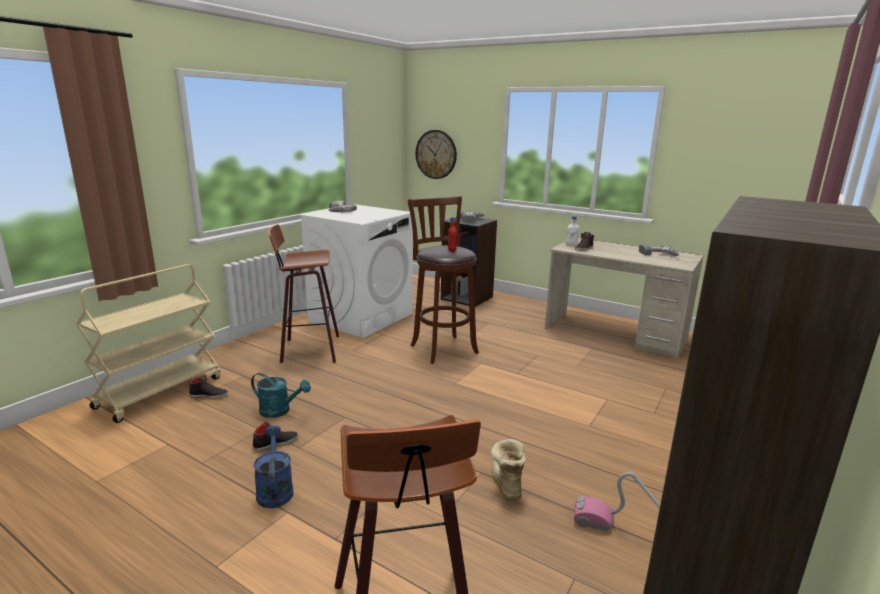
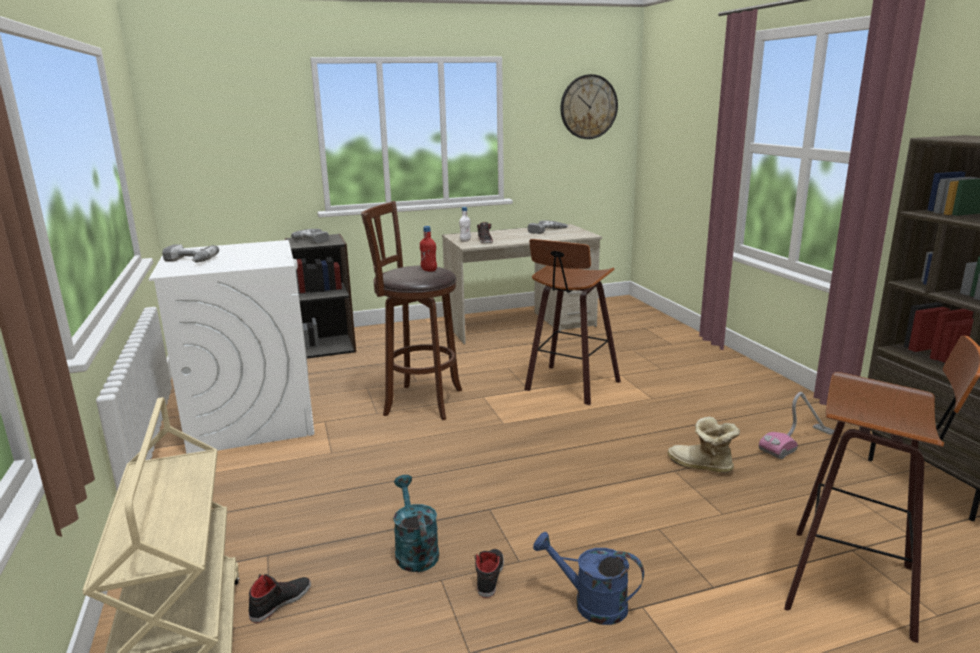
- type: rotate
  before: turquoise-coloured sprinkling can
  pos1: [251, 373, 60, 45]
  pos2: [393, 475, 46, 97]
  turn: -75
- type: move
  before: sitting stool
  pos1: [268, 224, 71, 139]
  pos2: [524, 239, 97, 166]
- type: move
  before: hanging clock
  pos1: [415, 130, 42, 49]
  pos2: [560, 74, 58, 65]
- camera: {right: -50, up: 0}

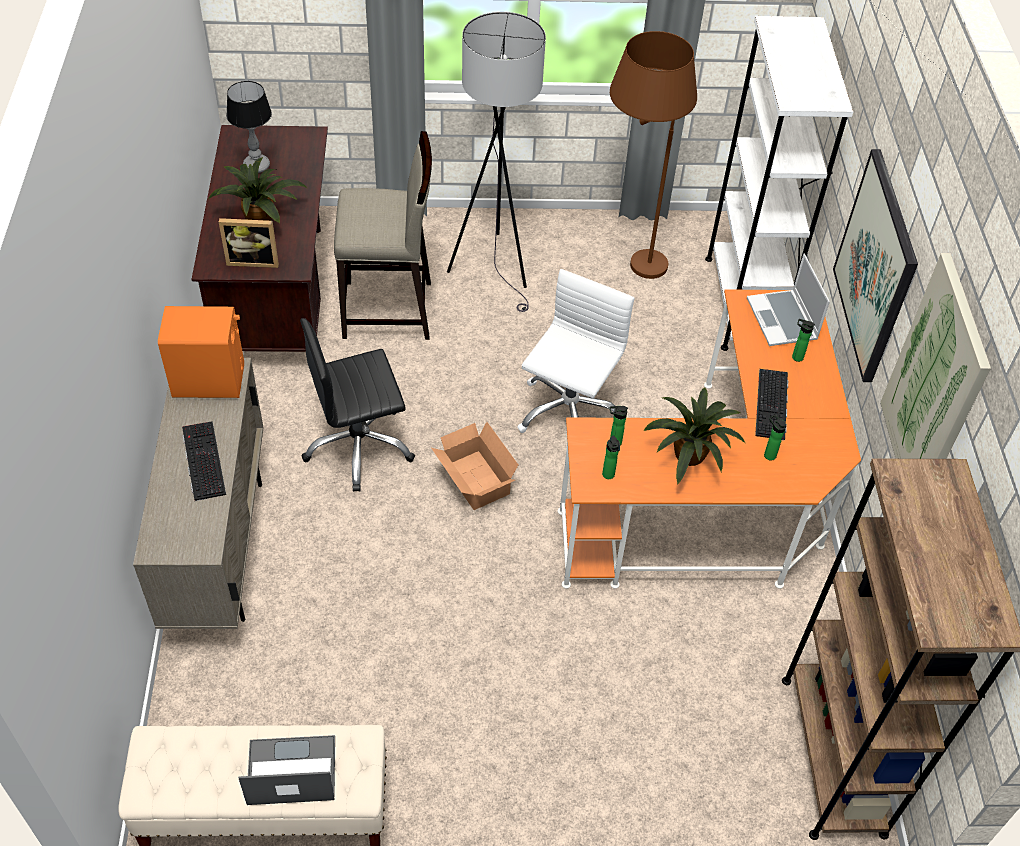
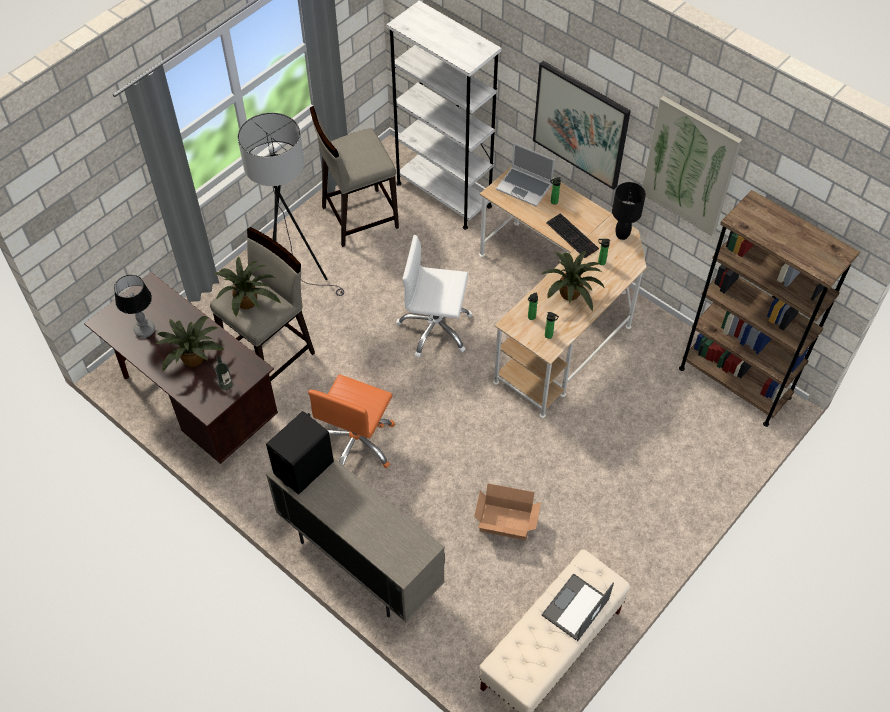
- type: recolor
  before: orangey audio speaker
  after: black audio speaker
  pos1: [158, 306, 86, 92]
  pos2: [266, 411, 68, 83]
- type: delete
  before: PC keyboard
  pos1: [182, 421, 44, 80]
- type: replace
  before: picture frame
  after: drink bottle
  pos1: [219, 218, 60, 50]
  pos2: [215, 356, 18, 34]
- type: recolor
  before: black computer chair
  after: orangey computer chair
  pos1: [300, 318, 115, 174]
  pos2: [308, 374, 87, 94]
- type: move
  before: packing box
  pos1: [431, 422, 87, 88]
  pos2: [474, 483, 67, 57]
- type: rotate
  before: white-coloured computer chair
  pos1: [517, 269, 117, 164]
  pos2: [396, 235, 77, 123]
  turn: -60
- type: recolor
  before: orangey desk table
  after: beige-coloured desk table
  pos1: [557, 289, 304, 300]
  pos2: [479, 166, 168, 252]
- type: replace
  before: brown-coloured standing lamp
  after: beige-coloured sitting stool
  pos1: [610, 31, 87, 248]
  pos2: [310, 106, 89, 141]
- type: insert
  after: potted plant
  pos2: [214, 257, 67, 59]
- type: insert
  after: black tabletop lamp
  pos2: [612, 182, 34, 58]
- camera: {right: -45, up: 5}

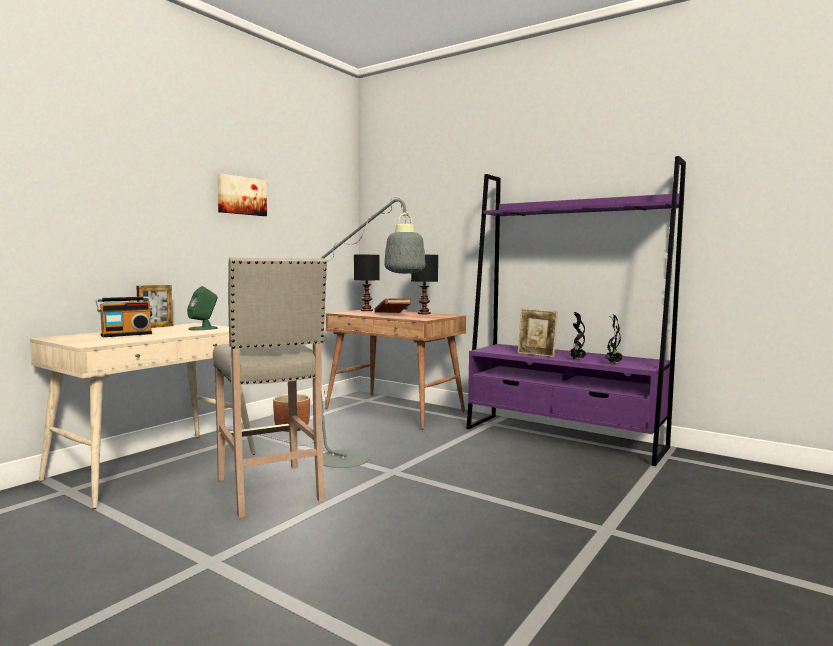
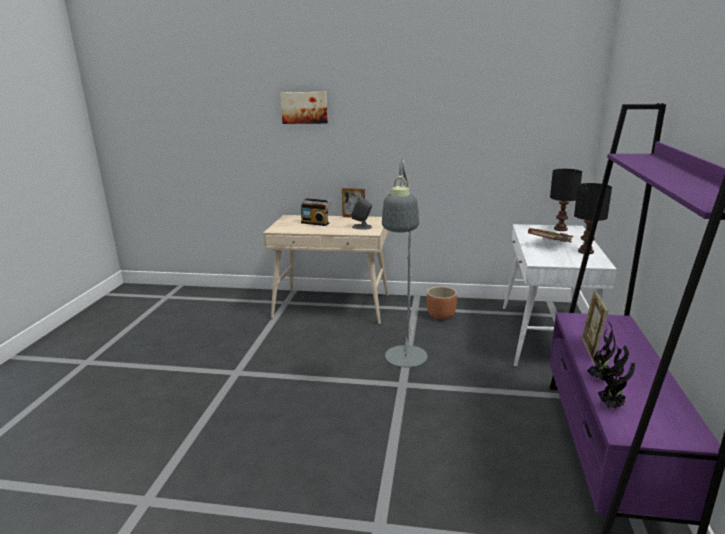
- type: recolor
  before: greenish audio speaker
  after: grey audio speaker
  pos1: [187, 286, 31, 45]
  pos2: [351, 197, 21, 33]
- type: delete
  before: beige-coloured sitting stool
  pos1: [213, 257, 114, 261]
- type: move
  before: picture
  pos1: [217, 173, 50, 43]
  pos2: [280, 92, 48, 32]
- type: recolor
  before: brown-coloured desk table
  after: white-coloured desk table
  pos1: [325, 309, 141, 120]
  pos2: [503, 224, 114, 142]
- camera: {right: 65, up: 15}

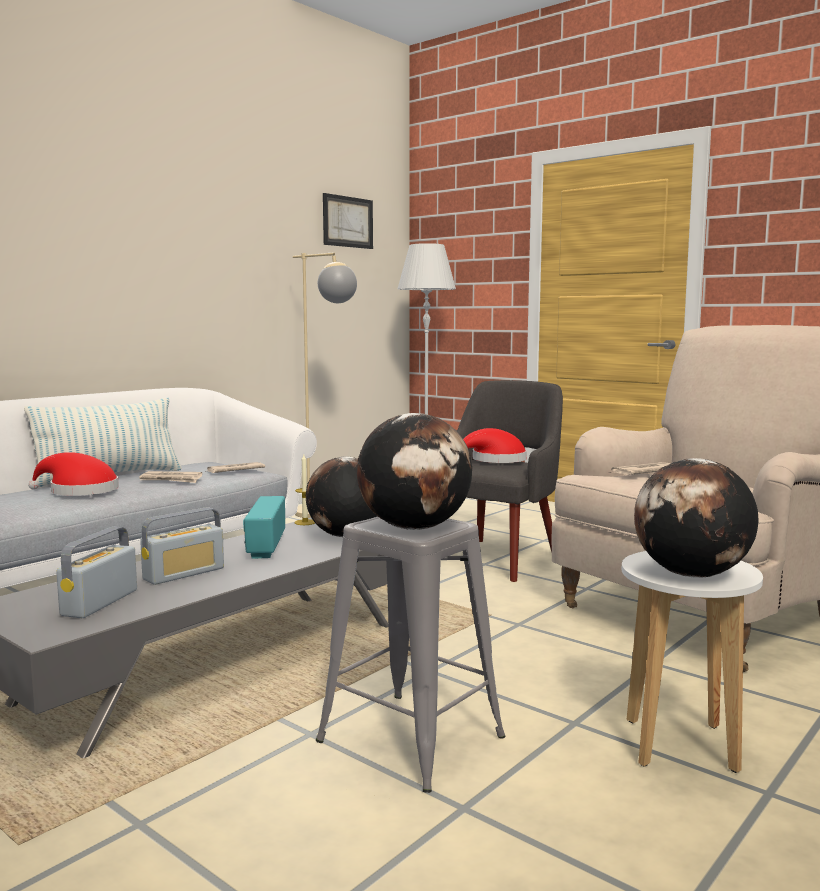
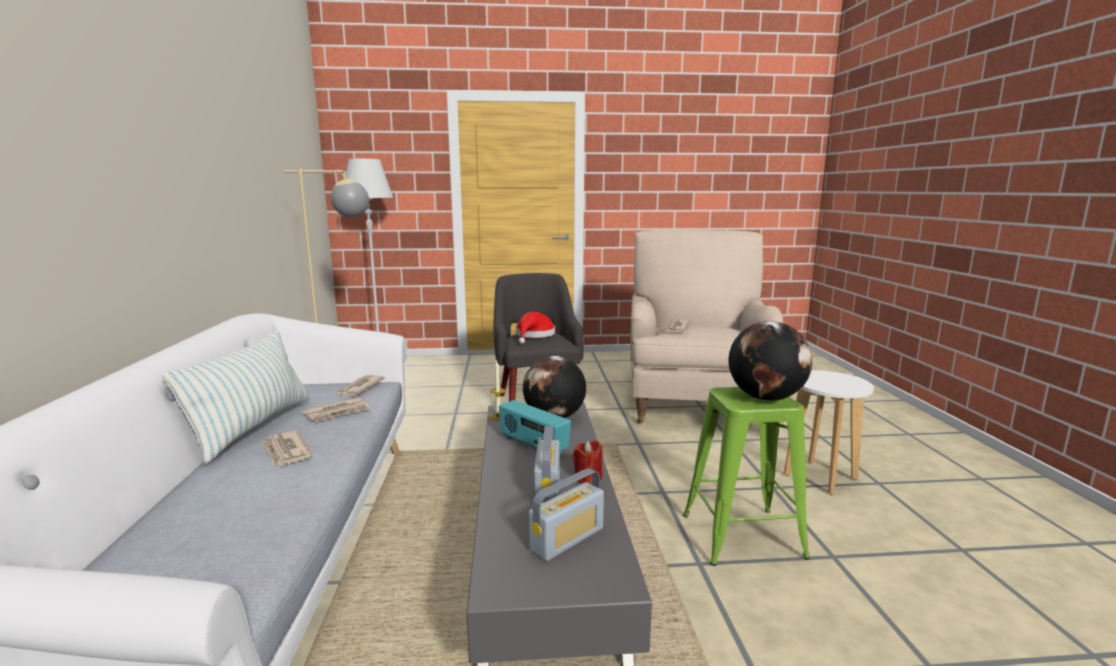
- type: replace
  before: reddish hat
  after: newspaper
  pos1: [28, 452, 91, 44]
  pos2: [261, 430, 51, 39]
- type: rotate
  before: radio set
  pos1: [56, 526, 81, 92]
  pos2: [529, 468, 75, 93]
  turn: -105
- type: recolor
  before: grey sitting stool
  after: greenish sitting stool
  pos1: [316, 517, 189, 276]
  pos2: [683, 387, 127, 179]
- type: delete
  before: picture
  pos1: [323, 193, 50, 56]
- type: delete
  before: desk globe
  pos1: [634, 458, 125, 120]
- type: insert
  after: reddish wax candle
  pos2: [572, 440, 31, 44]
- camera: {right: -45, up: 5}

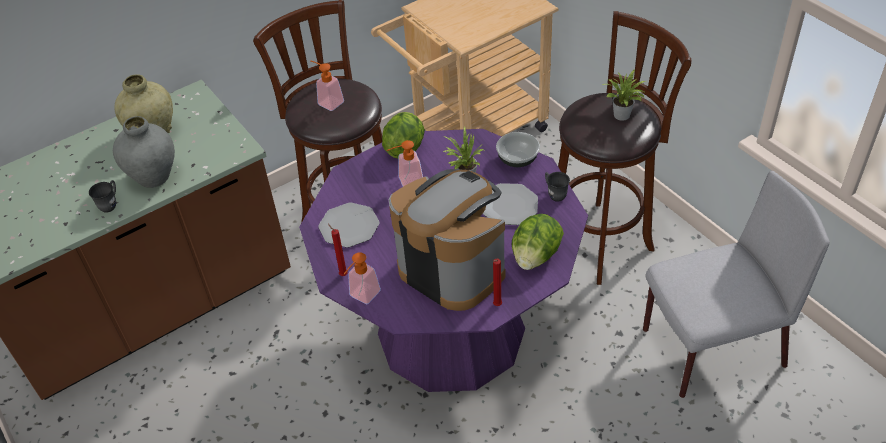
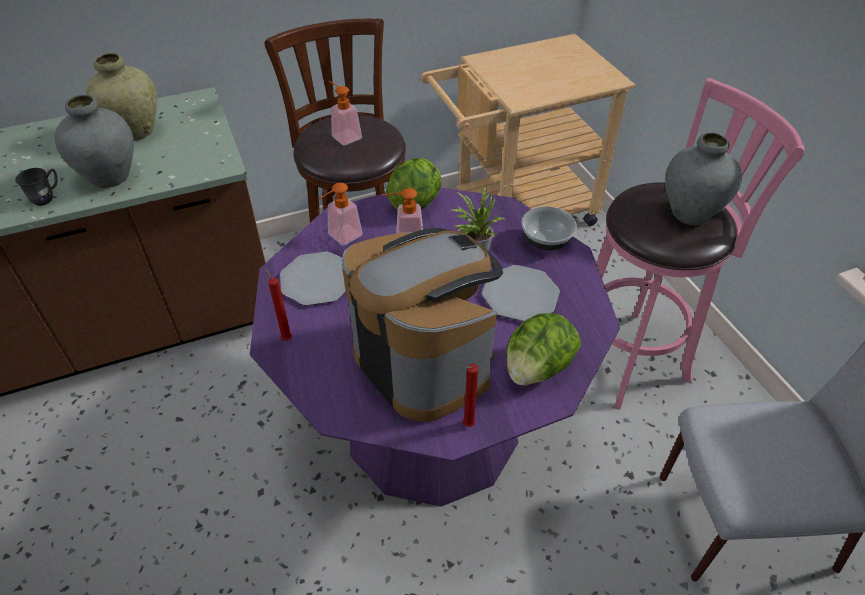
- type: move
  before: soap bottle
  pos1: [344, 252, 37, 52]
  pos2: [318, 183, 45, 63]
- type: delete
  before: grey coffee mug
  pos1: [545, 172, 25, 30]
- type: recolor
  before: brown-coloured sitting stool
  after: pink sitting stool
  pos1: [558, 11, 134, 274]
  pos2: [596, 78, 209, 332]
- type: replace
  before: potted plant
  after: grey decorative vase
  pos1: [602, 69, 46, 52]
  pos2: [665, 132, 77, 93]
- camera: {right: 10, up: 0}

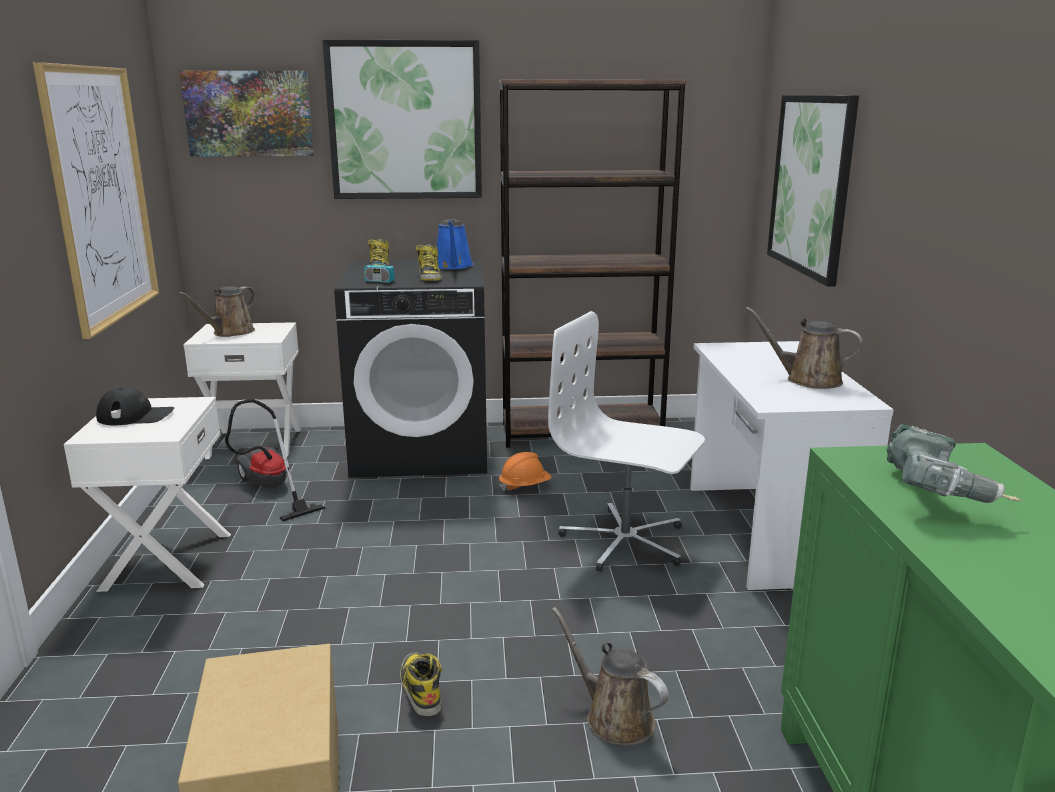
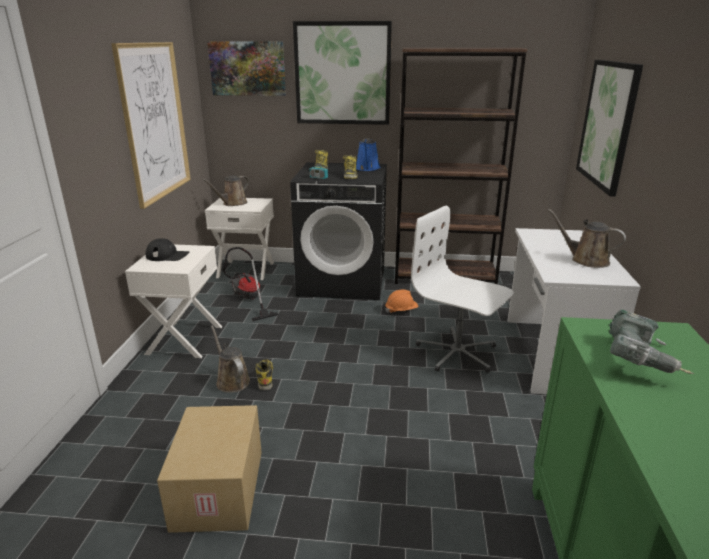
- type: move
  before: tall boot
  pos1: [400, 653, 42, 63]
  pos2: [256, 359, 17, 31]
- type: move
  before: brown-coloured sprinkling can
  pos1: [552, 607, 117, 138]
  pos2: [211, 325, 39, 68]
- camera: {right: 10, up: 5}

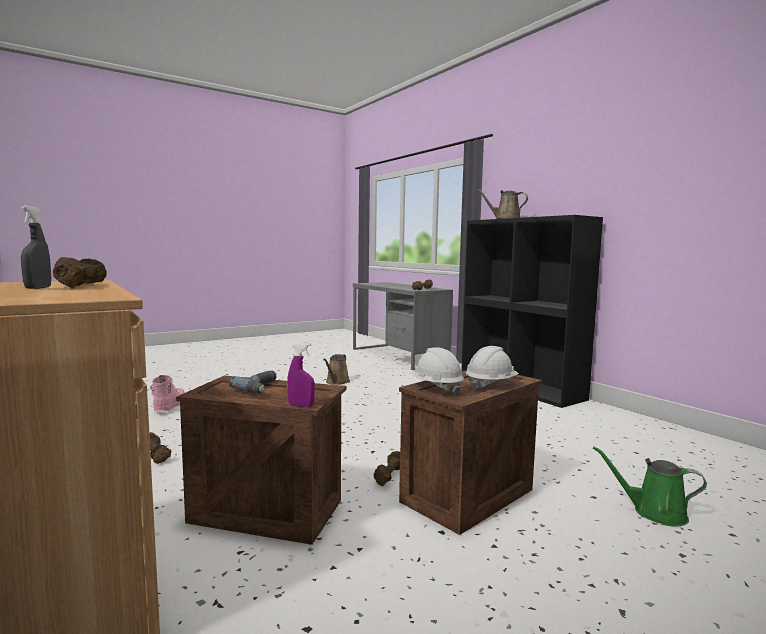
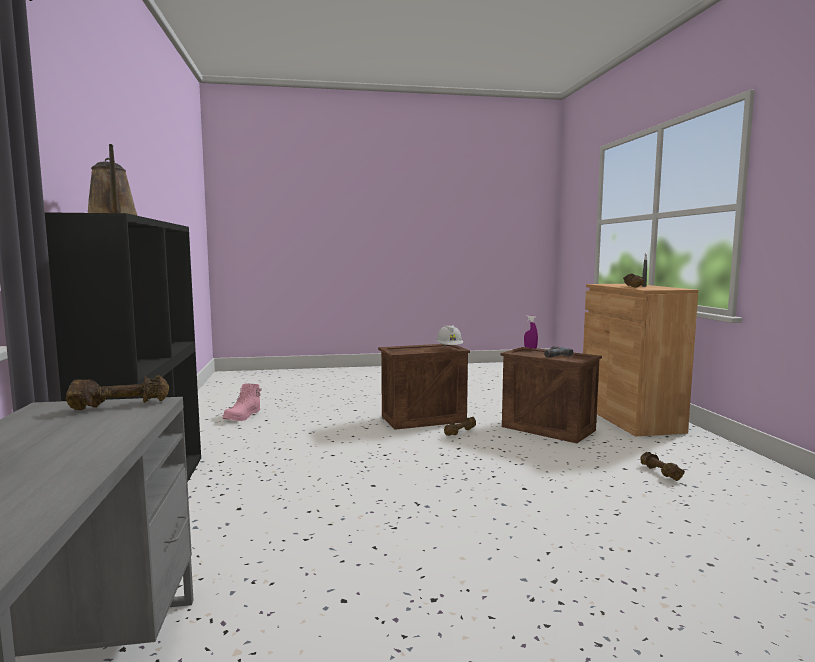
- type: move
  before: pink tall boot
  pos1: [150, 375, 35, 37]
  pos2: [222, 383, 40, 38]
- type: delete
  before: brown-coloured sprinkling can
  pos1: [323, 354, 27, 31]
- type: delete
  before: white-coloured hard hat
  pos1: [466, 346, 53, 44]
- type: delete
  before: greenish sprinkling can
  pos1: [593, 446, 114, 81]
- camera: {right: -155, up: 0}

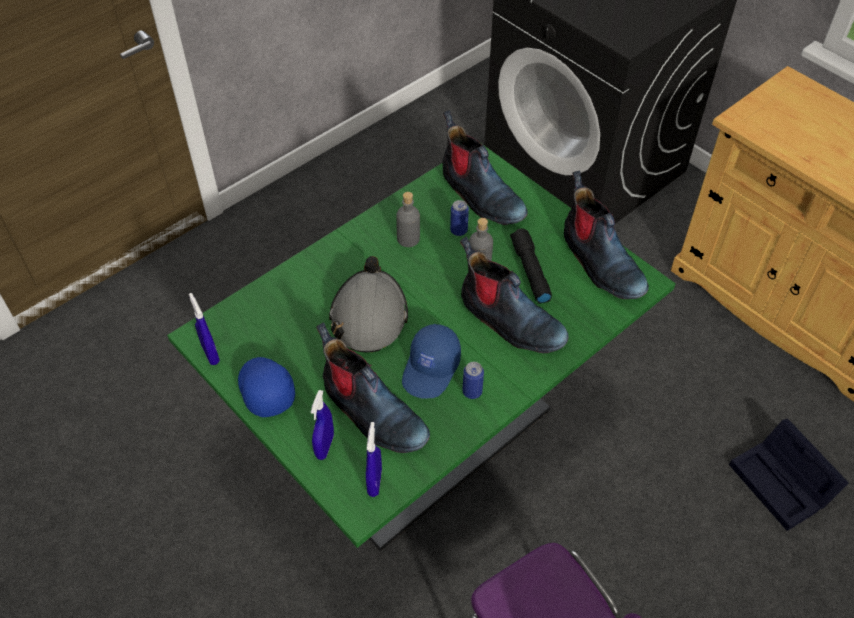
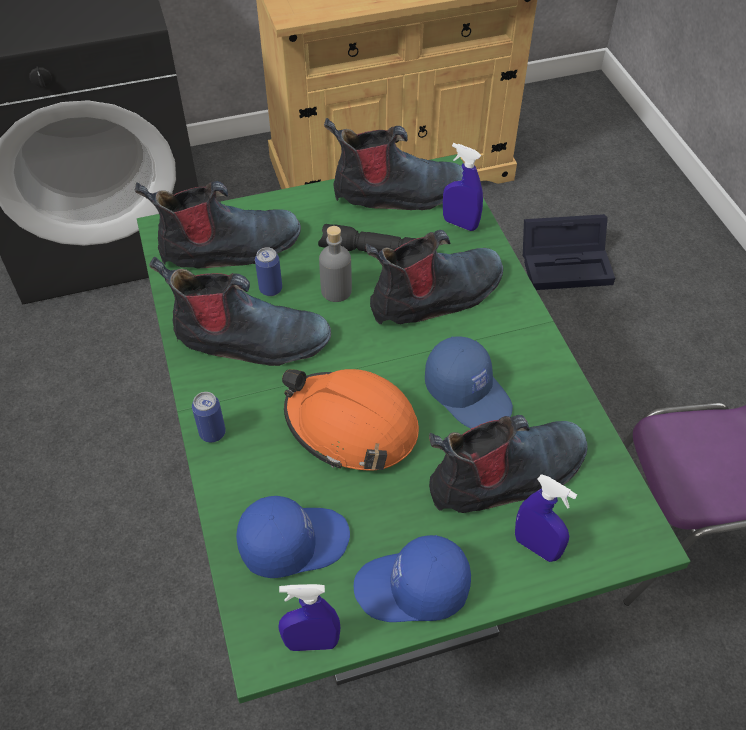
- type: recolor
  before: grey hard hat
  after: orangey hard hat
  pos1: [329, 256, 79, 97]
  pos2: [282, 369, 137, 101]
- type: move
  before: blue hand sprayer
  pos1: [366, 422, 16, 75]
  pos2: [443, 143, 40, 88]
- type: replace
  before: grey drink bottle
  after: tall boot
  pos1: [396, 192, 24, 55]
  pos2: [149, 256, 182, 110]
- type: move
  before: metal can
  pos1: [462, 362, 22, 37]
  pos2: [192, 392, 34, 50]
- type: insert
  after: blue peaked cap
  pos2: [236, 496, 114, 82]
- camera: {right: -65, up: 0}

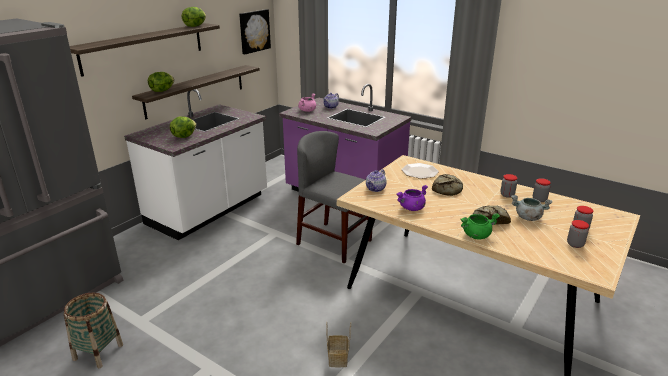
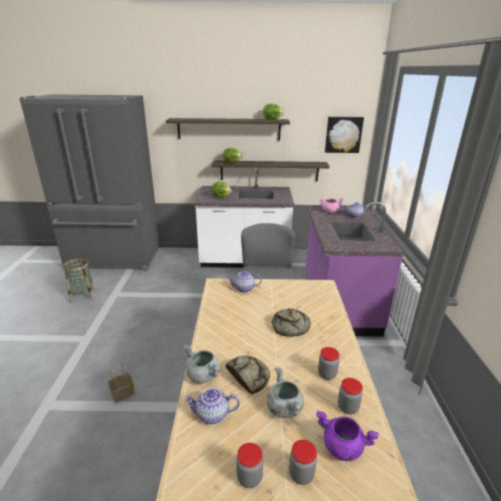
- type: move
  before: purple cooking pot
  pos1: [397, 185, 31, 26]
  pos2: [316, 411, 63, 50]
- type: delete
  before: flat dish
  pos1: [401, 163, 38, 16]
- type: recolor
  before: greenish cooking pot
  after: grey cooking pot
  pos1: [461, 213, 39, 27]
  pos2: [183, 345, 38, 38]
- type: insert
  after: tea pot
  pos2: [184, 388, 56, 36]
- camera: {right: 55, up: 0}

